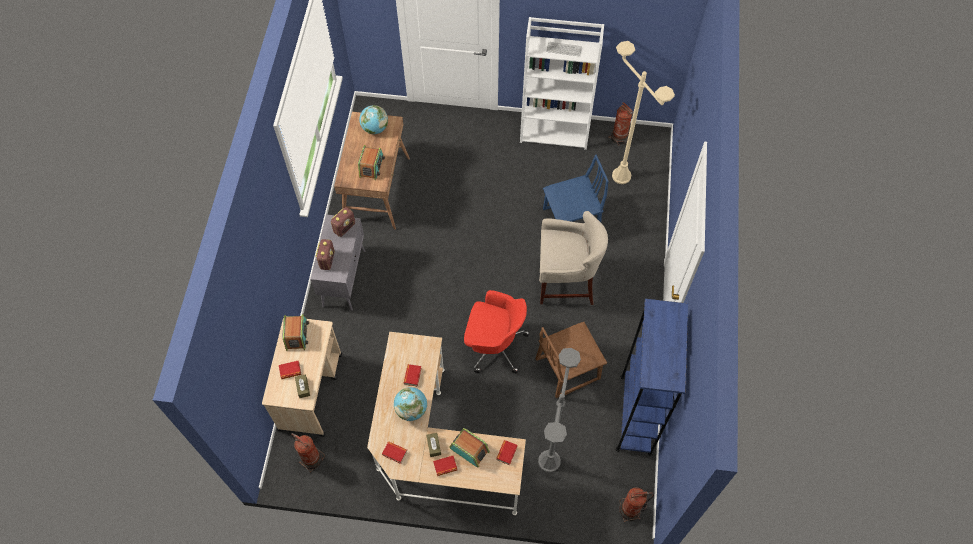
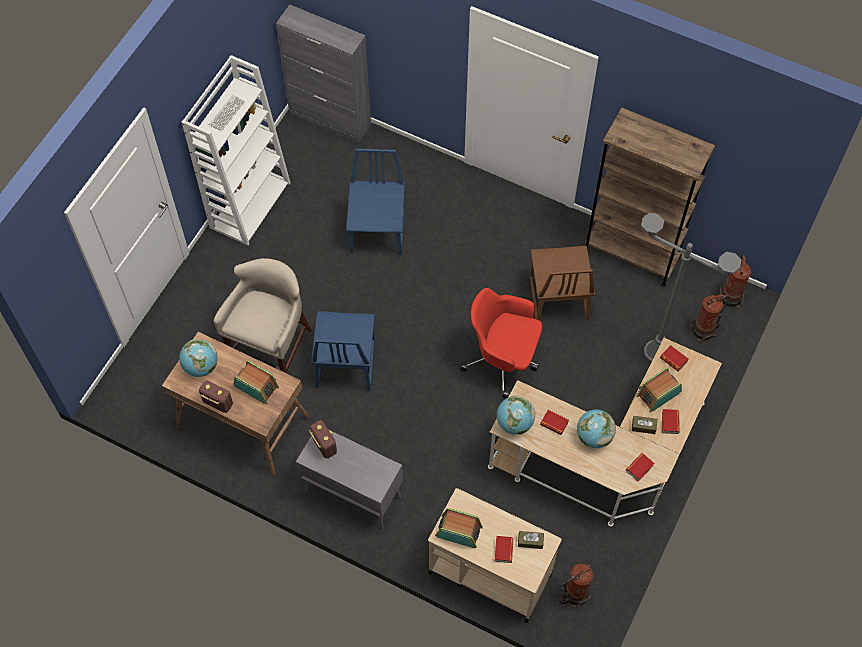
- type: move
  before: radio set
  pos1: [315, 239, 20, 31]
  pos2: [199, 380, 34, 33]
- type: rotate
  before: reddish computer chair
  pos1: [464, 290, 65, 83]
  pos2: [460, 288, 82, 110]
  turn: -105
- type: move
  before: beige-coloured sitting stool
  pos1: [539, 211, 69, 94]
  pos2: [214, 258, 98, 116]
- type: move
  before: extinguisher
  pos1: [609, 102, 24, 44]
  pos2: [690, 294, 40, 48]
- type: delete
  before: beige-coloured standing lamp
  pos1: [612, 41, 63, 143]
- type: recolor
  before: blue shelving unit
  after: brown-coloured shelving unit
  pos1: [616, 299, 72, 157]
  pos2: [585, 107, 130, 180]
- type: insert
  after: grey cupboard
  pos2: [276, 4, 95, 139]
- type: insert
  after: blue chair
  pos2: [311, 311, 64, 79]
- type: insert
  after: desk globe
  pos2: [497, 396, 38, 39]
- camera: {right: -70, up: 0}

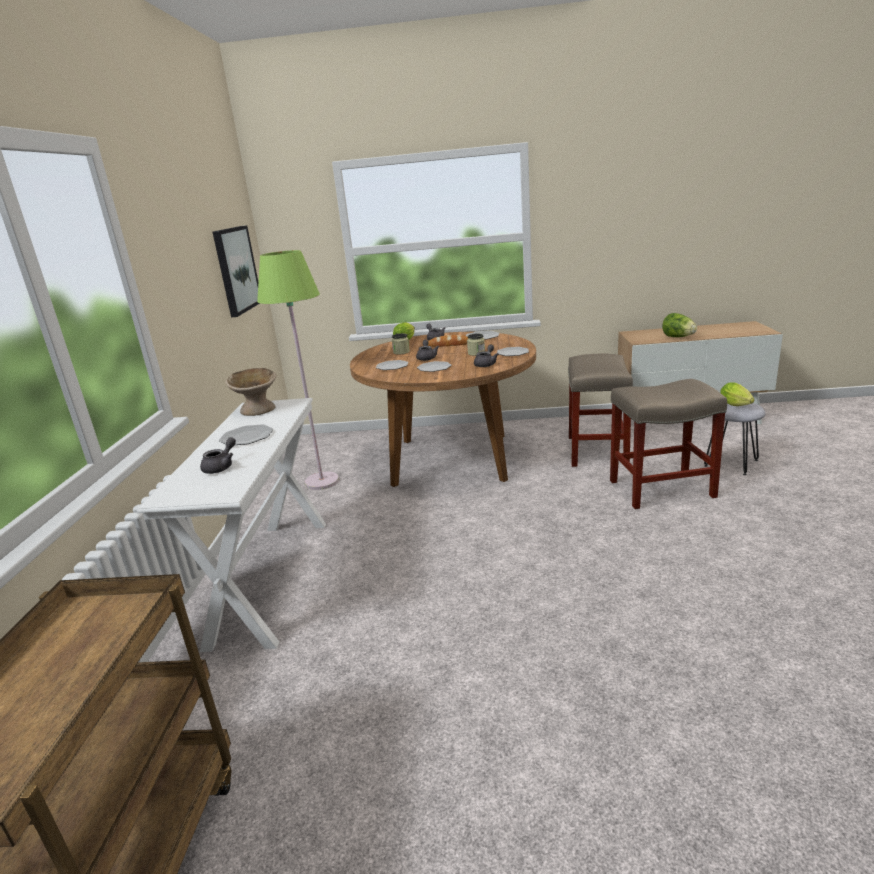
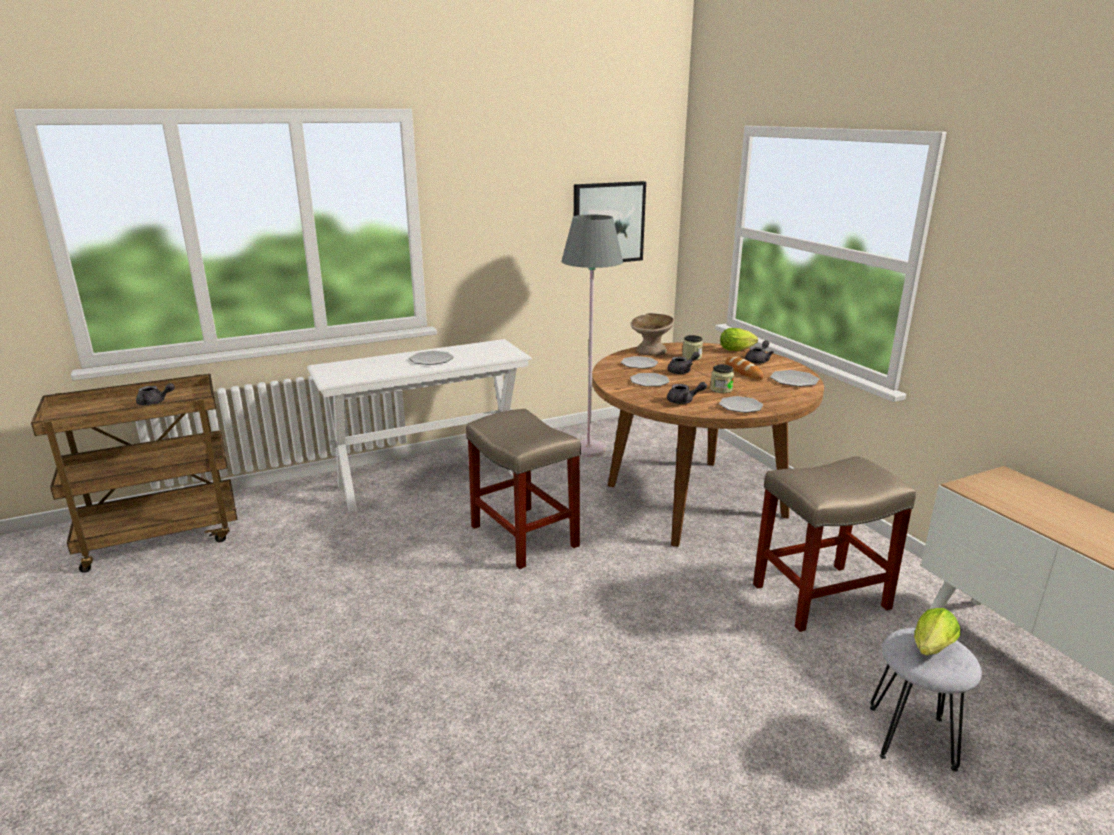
- type: move
  before: grey tea pot
  pos1: [200, 437, 36, 37]
  pos2: [136, 383, 39, 23]
- type: move
  before: beige-coloured deep dish
  pos1: [225, 368, 51, 48]
  pos2: [631, 313, 43, 43]
- type: recolor
  before: greenish standing lamp
  after: grey standing lamp
  pos1: [257, 250, 82, 240]
  pos2: [562, 215, 61, 242]
- type: move
  before: beige-coloured sitting stool
  pos1: [610, 379, 117, 130]
  pos2: [466, 409, 115, 160]
- type: delete
  before: lettuce
  pos1: [662, 313, 35, 24]
- camera: {right: 60, up: 0}

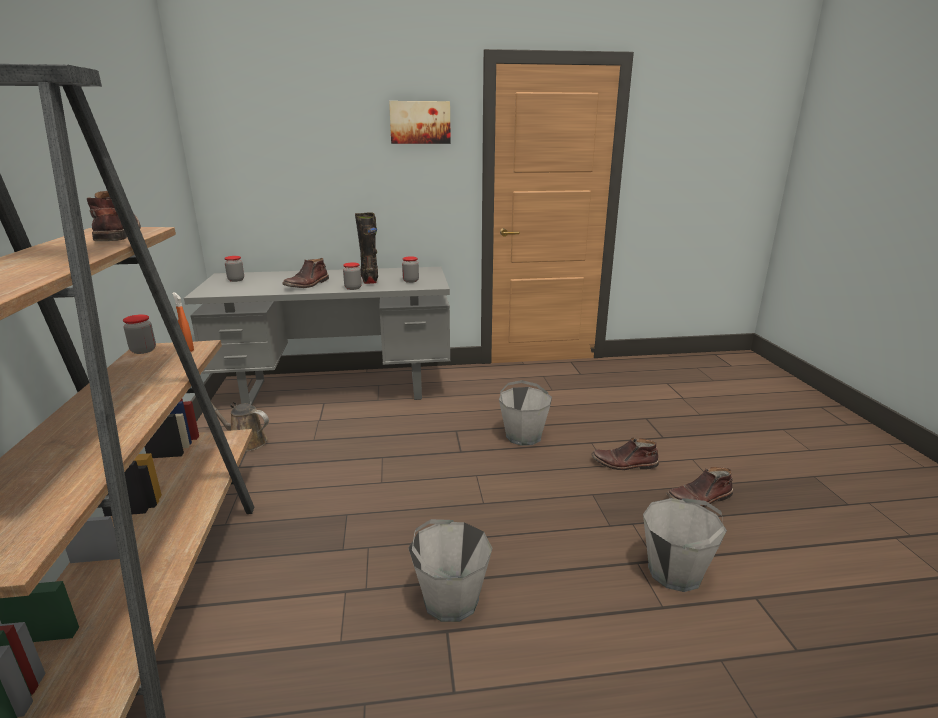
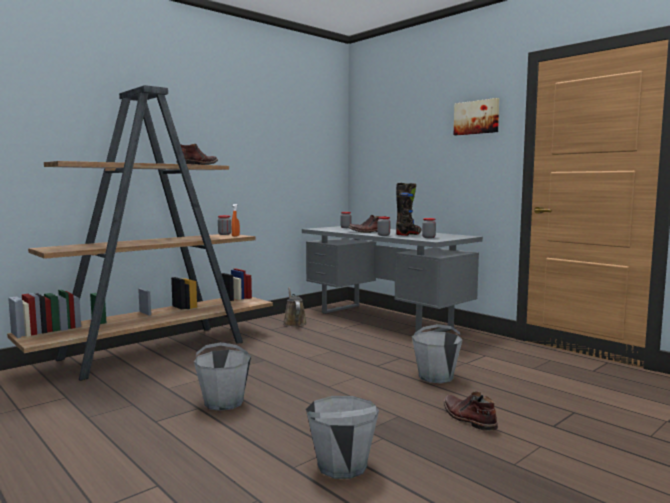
- type: delete
  before: brown-coloured tall boot
  pos1: [666, 467, 67, 40]
- camera: {right: 55, up: -15}

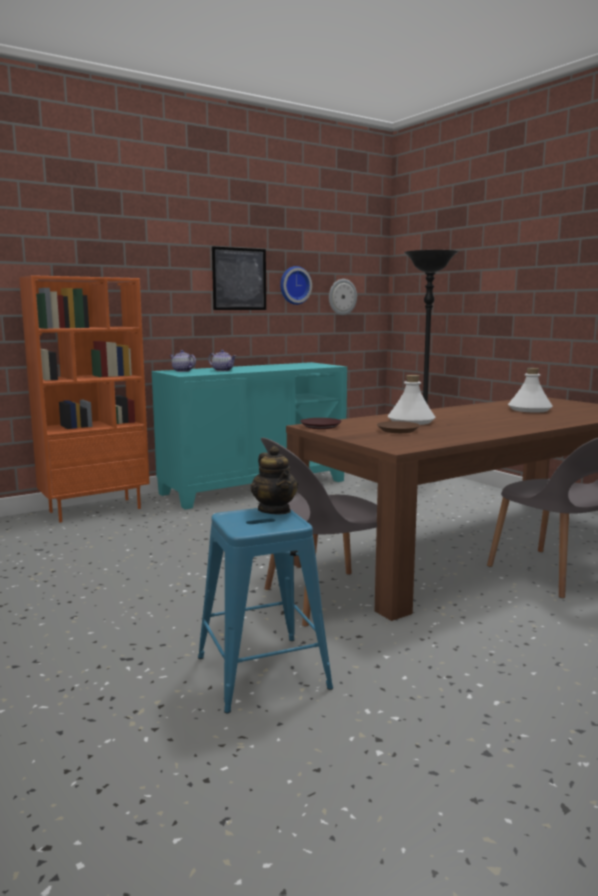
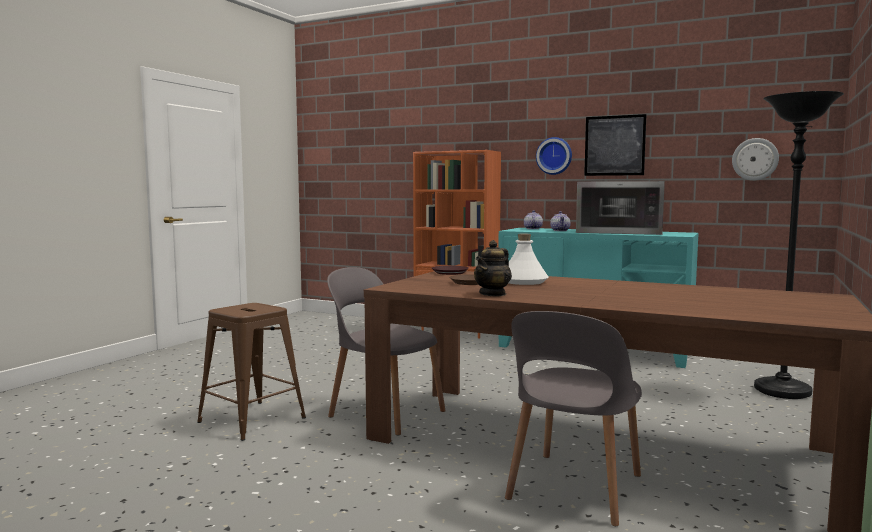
- type: recolor
  before: blue sitting stool
  after: brown-coloured sitting stool
  pos1: [198, 508, 135, 205]
  pos2: [197, 303, 109, 138]
- type: move
  before: tea pot
  pos1: [251, 446, 47, 69]
  pos2: [474, 240, 38, 57]
- type: move
  before: hanging clock
  pos1: [280, 266, 32, 39]
  pos2: [536, 137, 36, 38]
- type: delete
  before: white-coloured drink bottle
  pos1: [508, 368, 45, 44]
- type: insert
  after: microwave oven
  pos2: [576, 181, 89, 54]
- camera: {right: 60, up: -5}

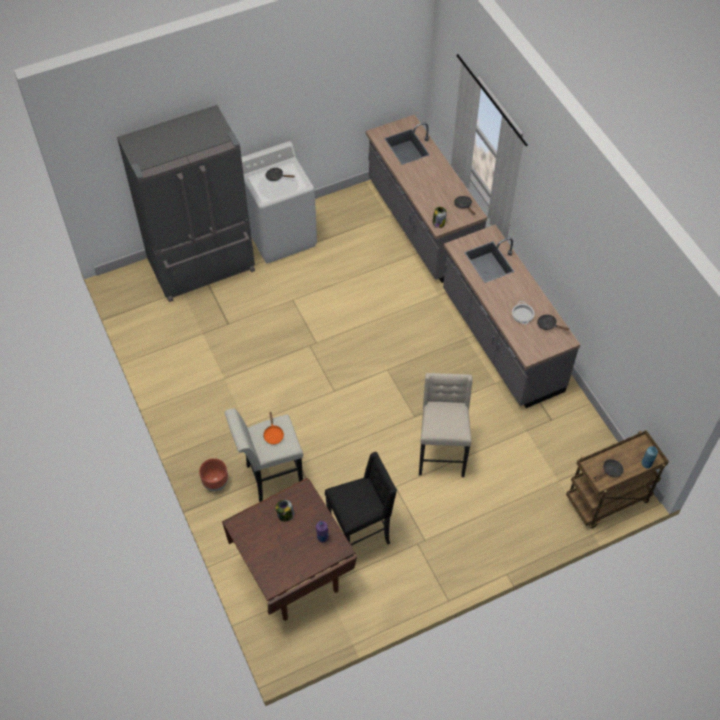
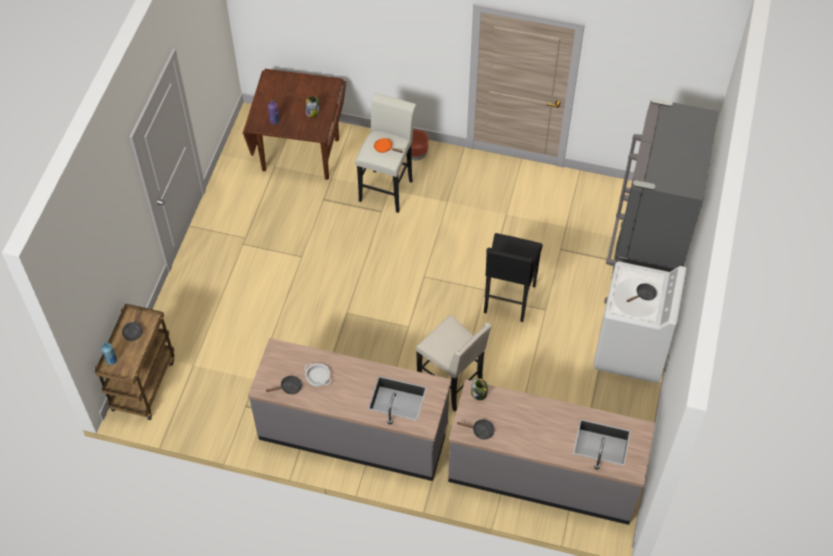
- type: move
  before: black sitting stool
  pos1: [325, 452, 72, 107]
  pos2: [484, 233, 58, 89]
- type: move
  before: beige-coloured sitting stool
  pos1: [419, 373, 54, 104]
  pos2: [416, 315, 75, 96]
- camera: {right: 130, up: 0}

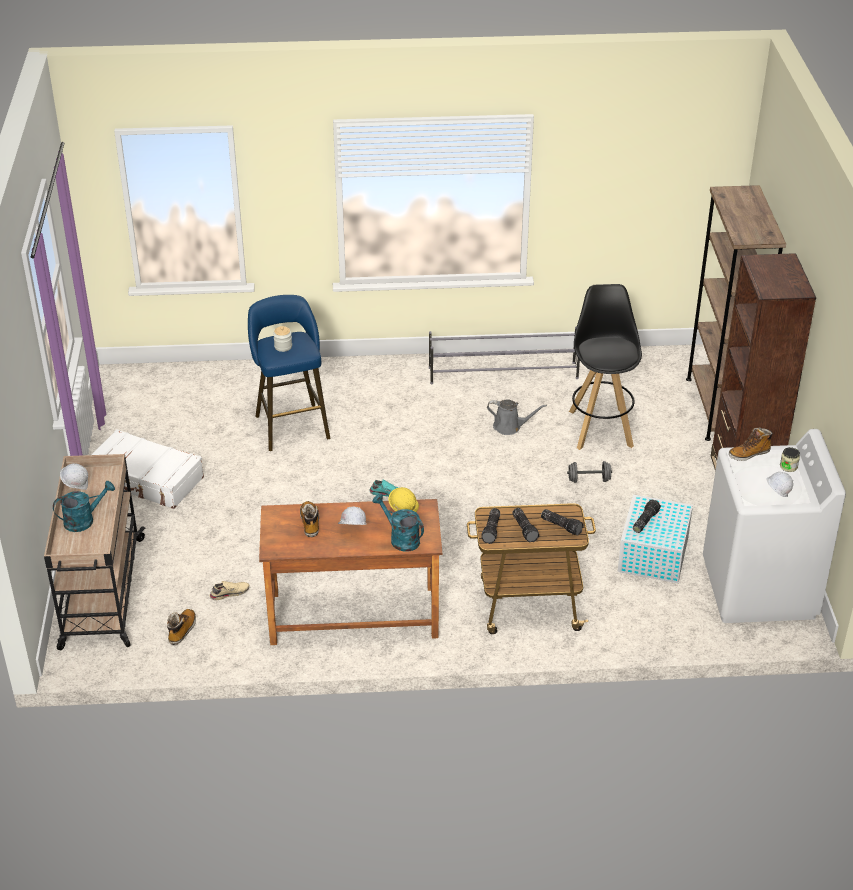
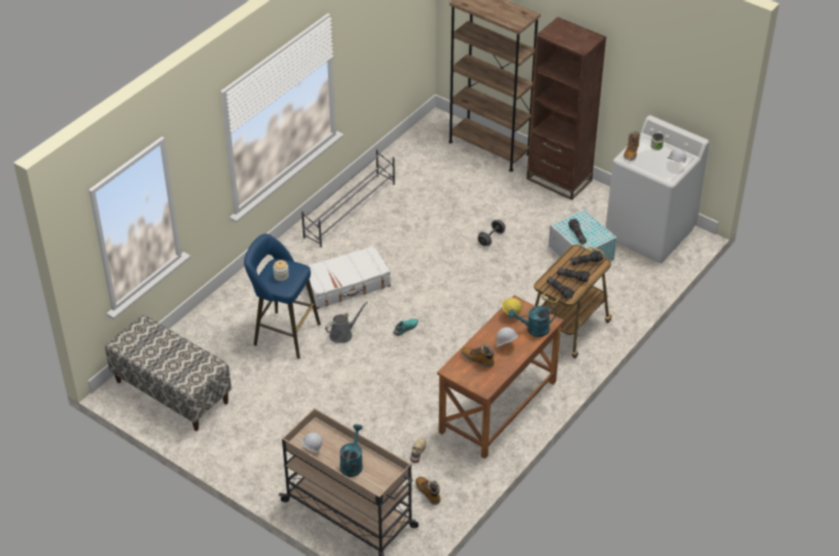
- type: move
  before: white-coloured travel case
  pos1: [91, 429, 113, 80]
  pos2: [304, 245, 87, 64]
- type: move
  before: grey sprinkling can
  pos1: [487, 399, 60, 36]
  pos2: [325, 302, 43, 41]
- type: delete
  before: black sitting stool
  pos1: [569, 284, 73, 166]
- type: insert
  after: indoor bench
  pos2: [105, 315, 127, 116]
- camera: {right: -50, up: 5}

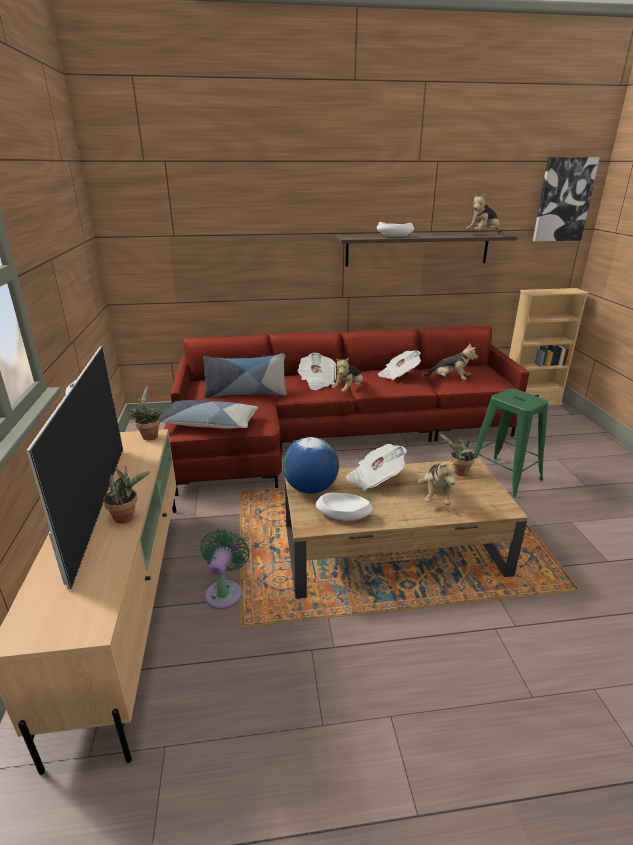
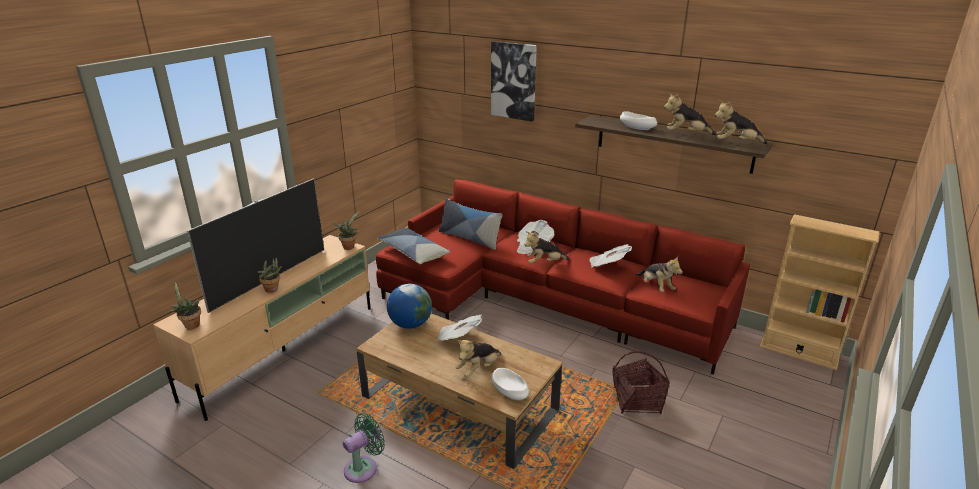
- type: move
  before: greenish cooling fan
  pos1: [200, 529, 49, 80]
  pos2: [343, 413, 42, 70]
- type: move
  before: white-coloured deep dish
  pos1: [316, 493, 56, 28]
  pos2: [491, 368, 38, 33]
- type: move
  before: potted plant
  pos1: [438, 432, 38, 44]
  pos2: [170, 282, 31, 48]
- type: replace
  before: greenish sitting stool
  after: basket
  pos1: [474, 388, 74, 110]
  pos2: [613, 351, 57, 63]
- type: move
  before: picture
  pos1: [533, 157, 67, 84]
  pos2: [491, 41, 46, 81]
- type: insert
  after: cuddly toy
  pos2: [664, 93, 52, 43]
- camera: {right: 40, up: 0}

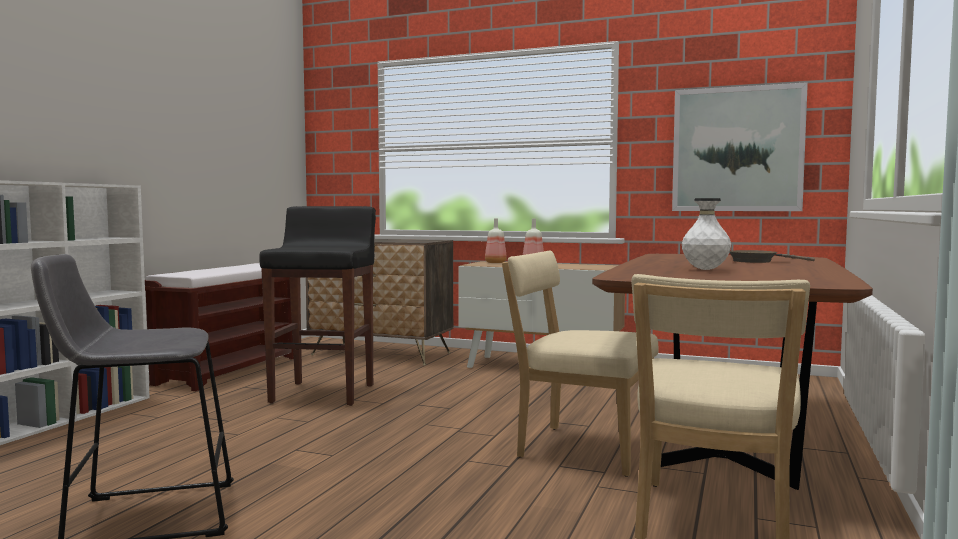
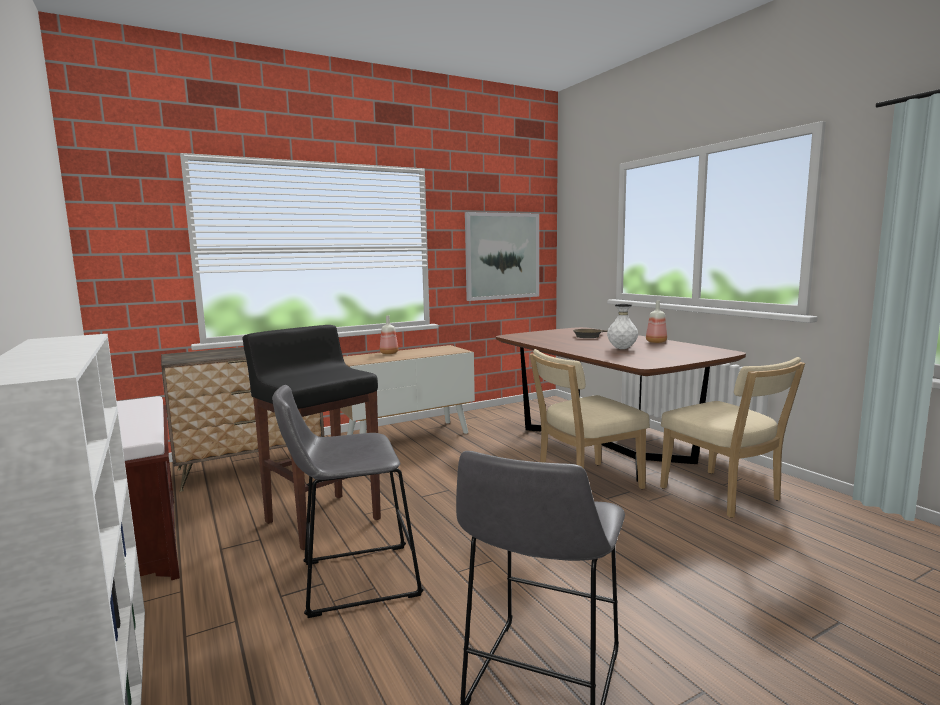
- type: move
  before: drink bottle
  pos1: [485, 218, 22, 45]
  pos2: [646, 301, 21, 42]
- type: insert
  after: grey sitting stool
  pos2: [272, 385, 152, 233]
- camera: {right: -50, up: 5}

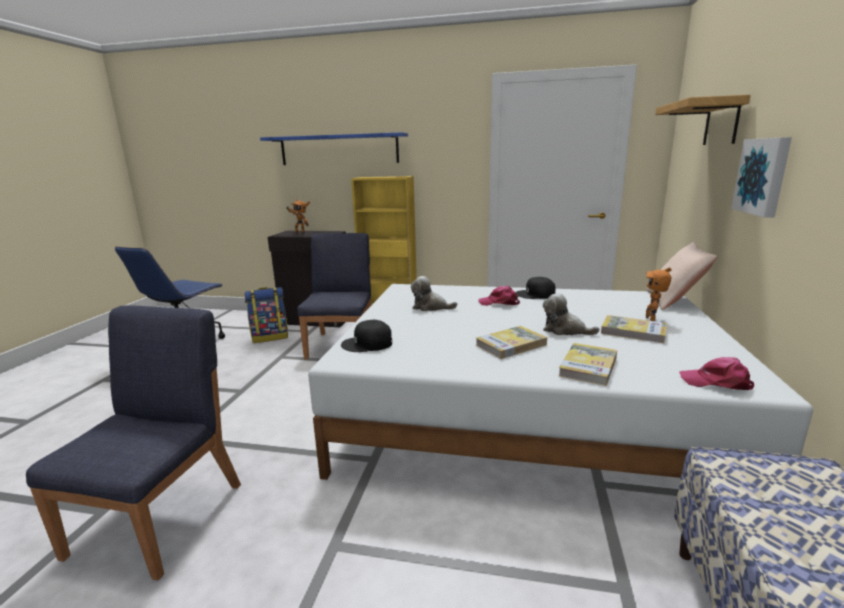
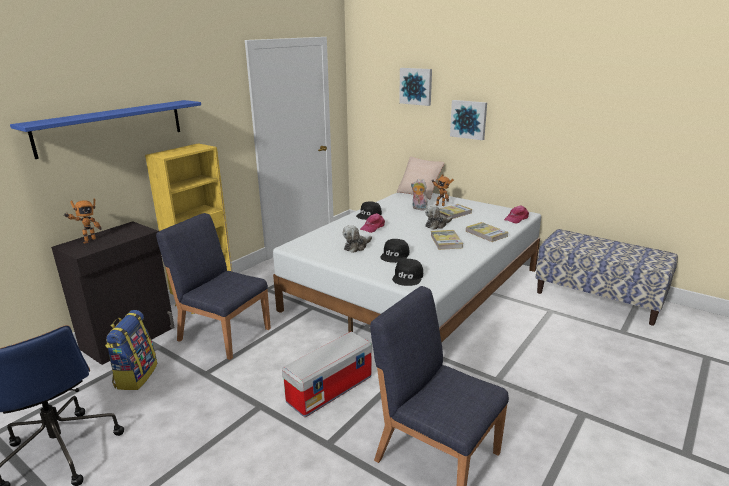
- type: replace
  before: shelf
  after: picture
  pos1: [655, 95, 96, 50]
  pos2: [399, 68, 33, 38]
- type: insert
  after: storage bin
  pos2: [282, 331, 90, 86]
- type: insert
  after: black peaked cap
  pos2: [380, 239, 29, 24]
- type: insert
  after: cuddly toy
  pos2: [411, 179, 16, 31]
- camera: {right: -65, up: 5}

